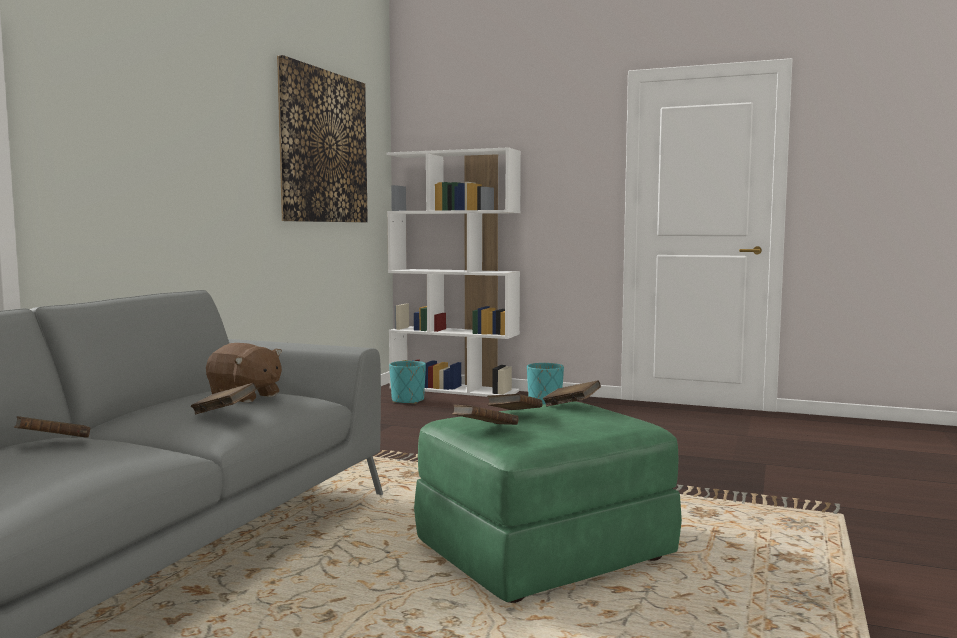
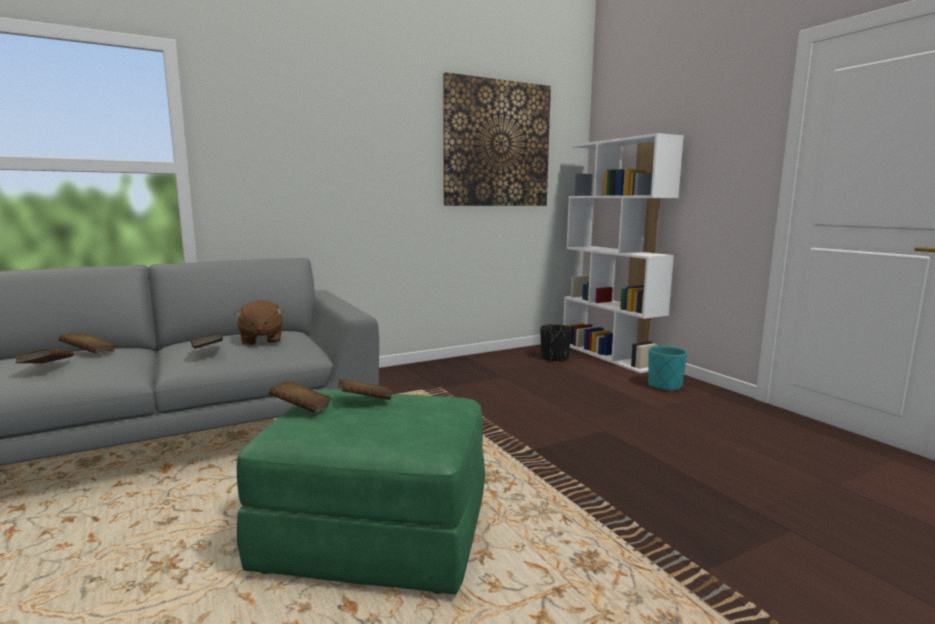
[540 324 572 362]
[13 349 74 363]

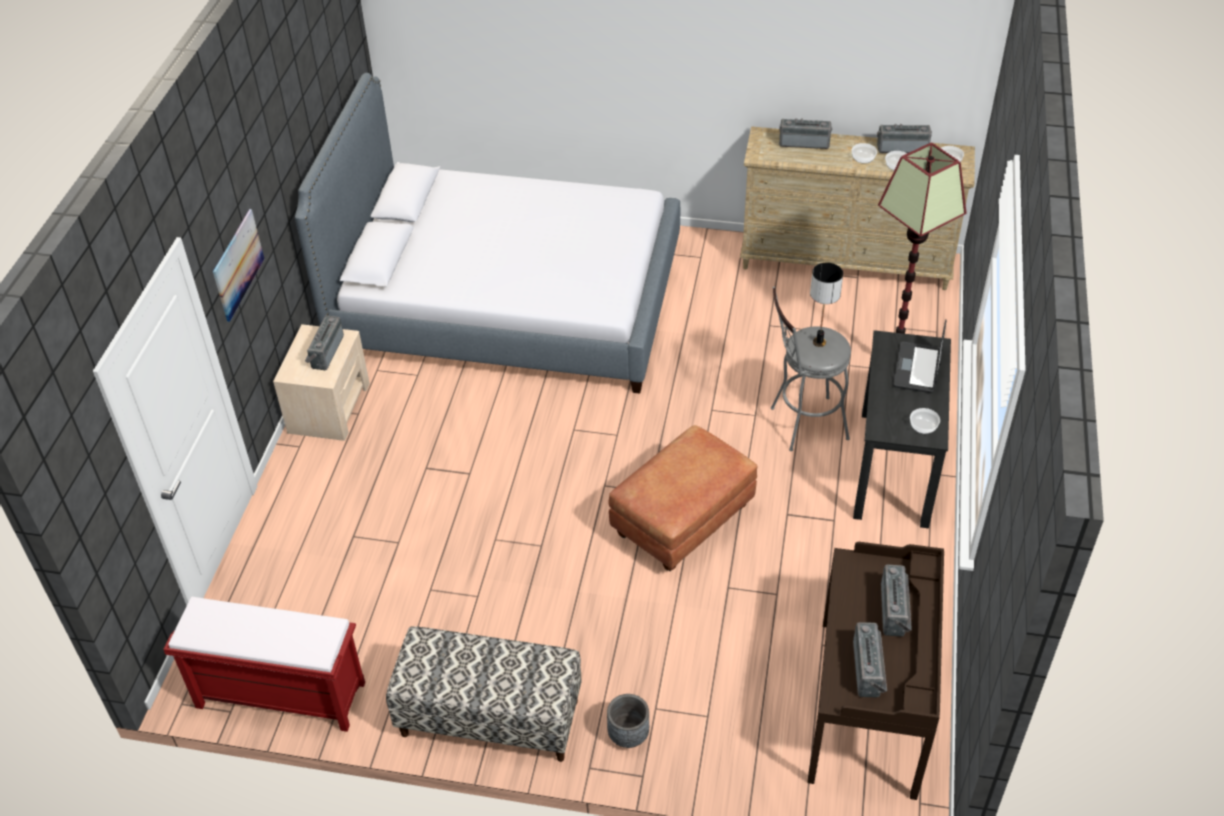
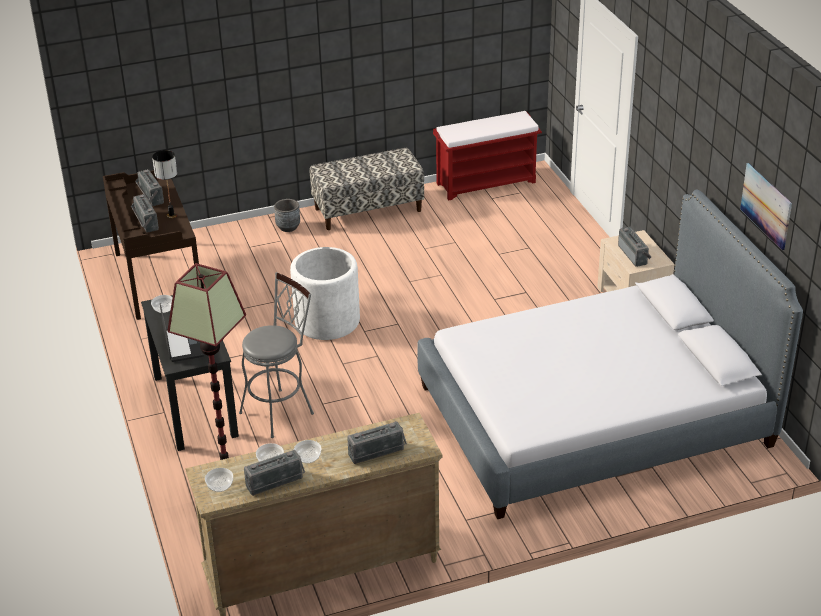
[740 163 792 251]
[152 150 177 218]
[290 247 360 340]

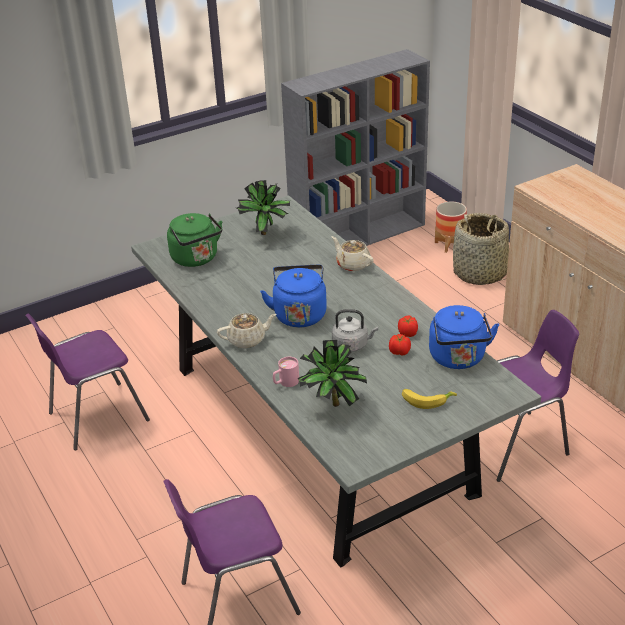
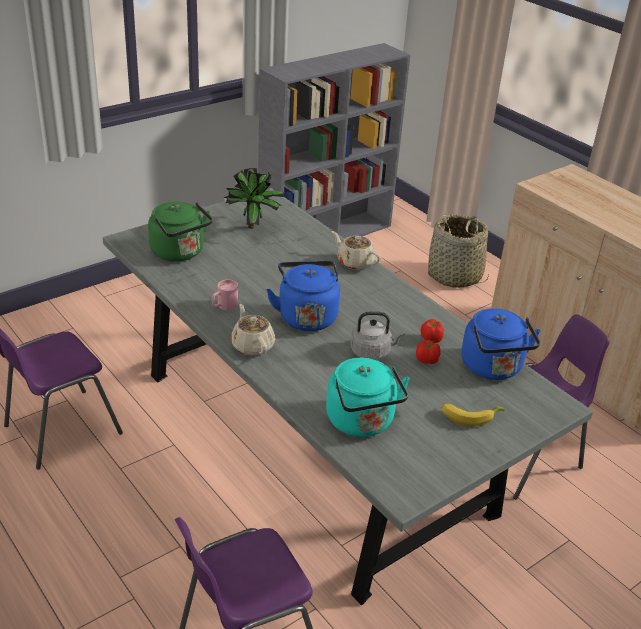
[435 202 467 253] (first image)
[231 304 275 356]
[326 358 410 437]
[212 279 238 310]

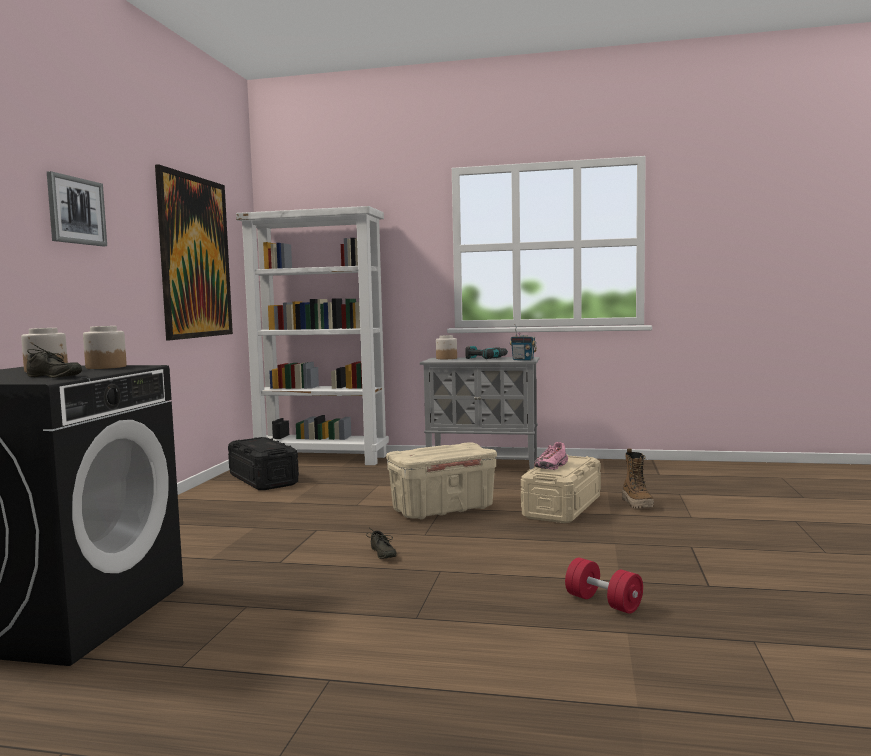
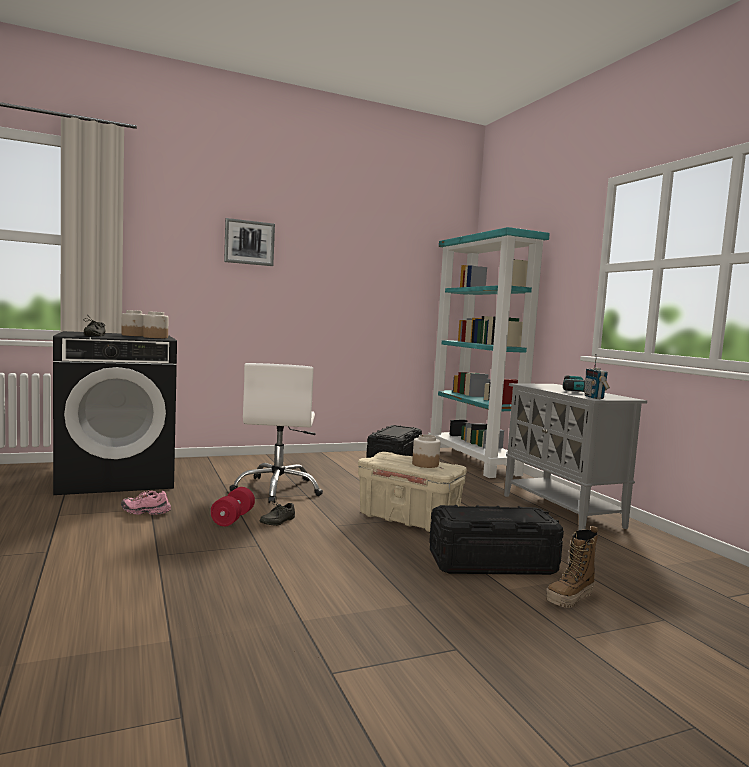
[155 164 233 340] (first image)
[428 227 550 478]
[412 434 440 468]
[121 490 171 515]
[429 505 564 575]
[210 487 255 527]
[229 363 323 503]

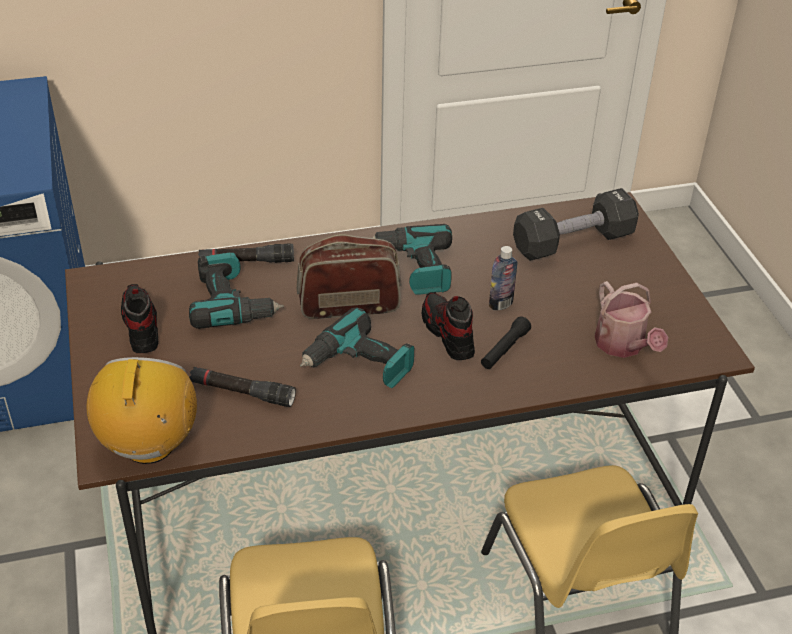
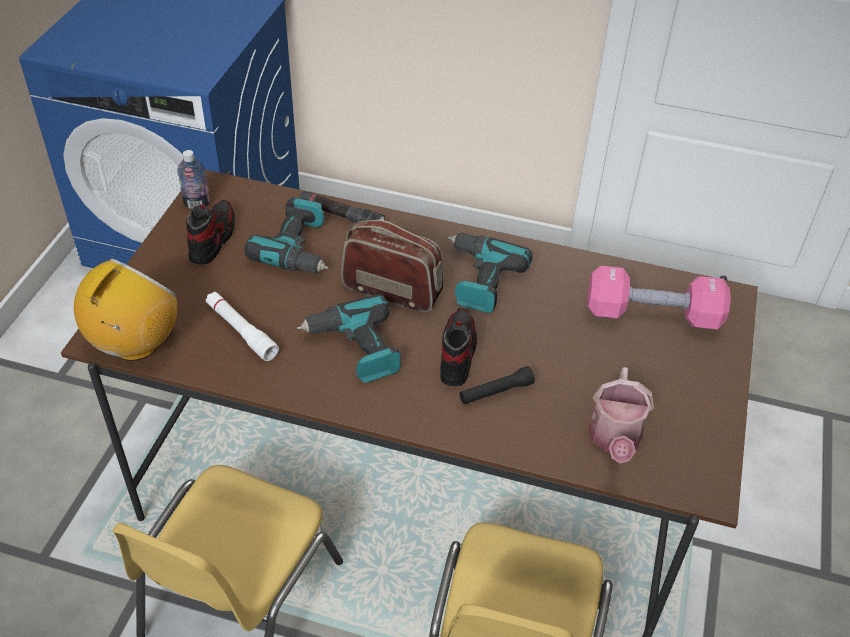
[587 266 731 329]
[177 150 210 209]
[205 292 279 361]

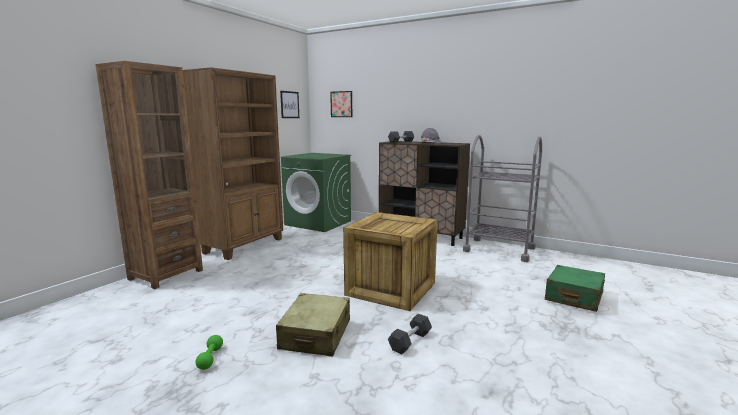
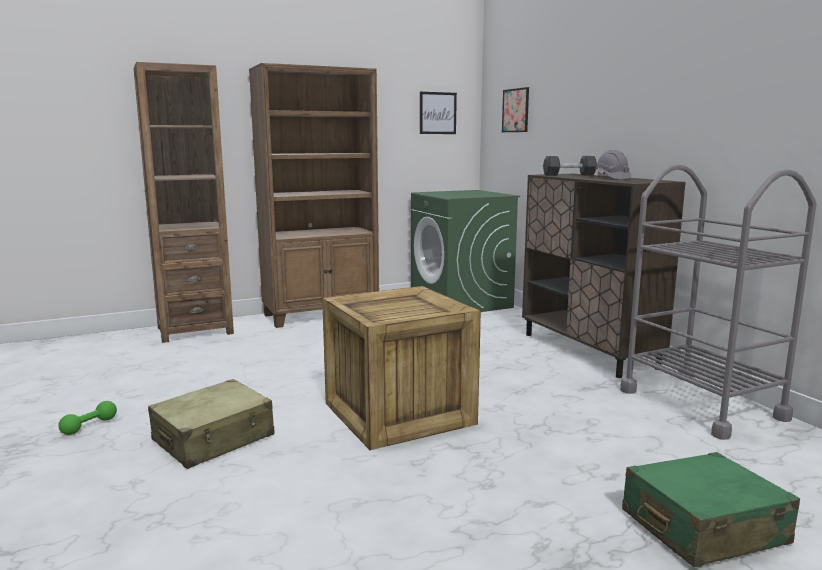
[388 314 432 354] (first image)

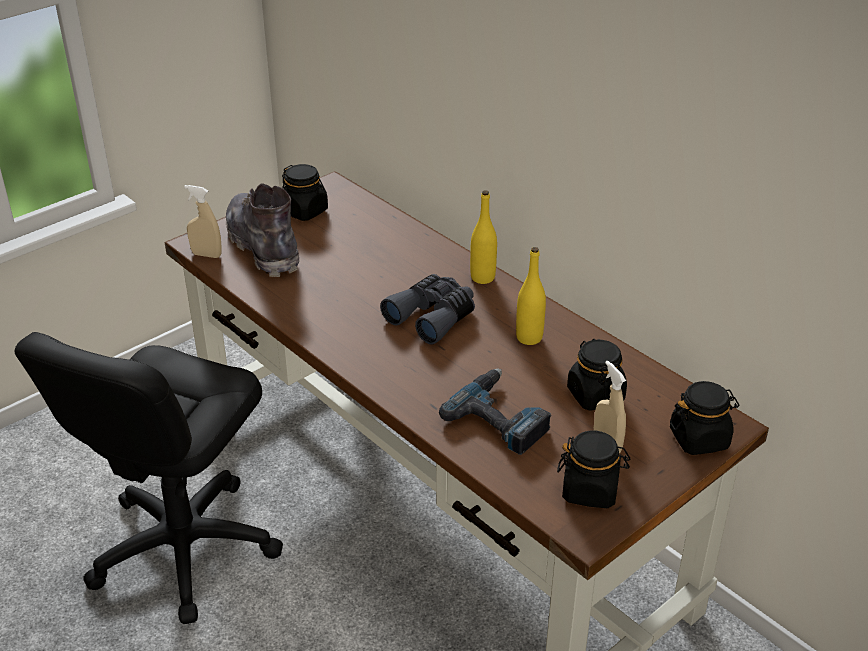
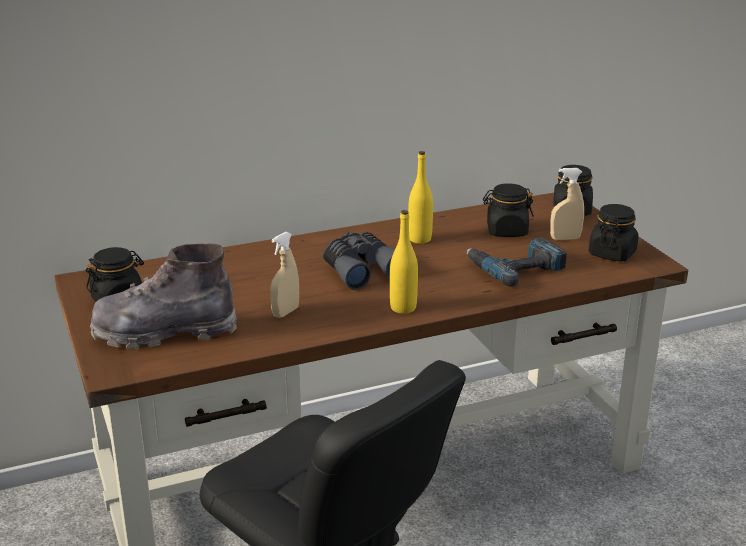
[270 232 299 318]
[390 210 418 314]

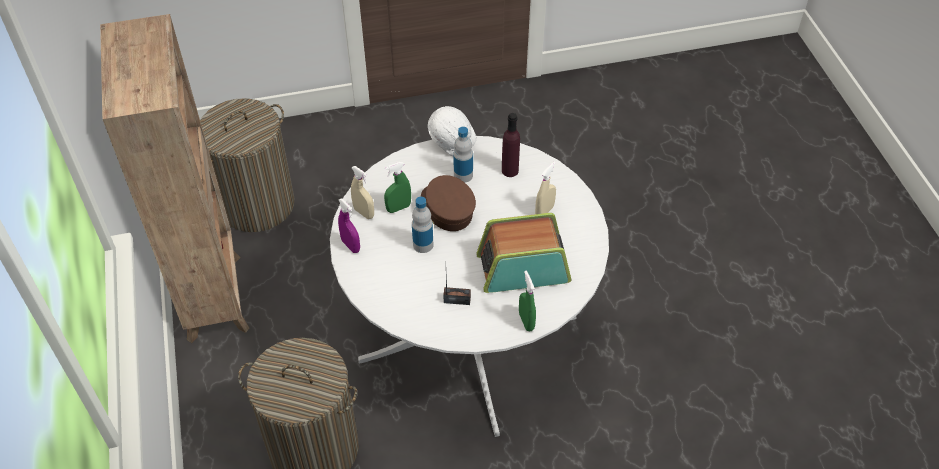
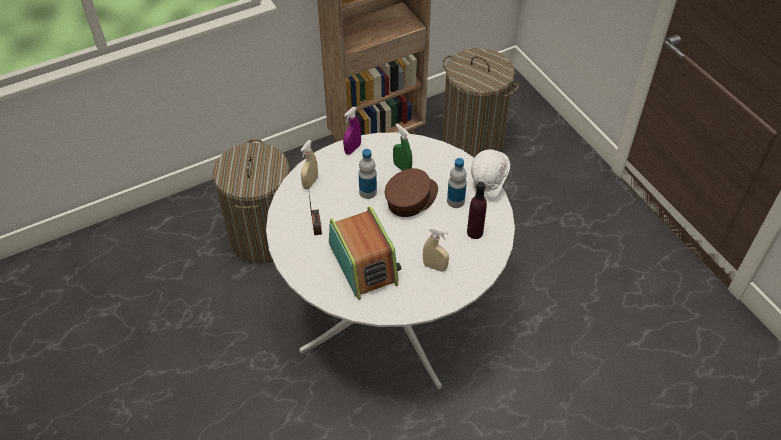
[300 140 318 190]
[519 271 536 331] (first image)

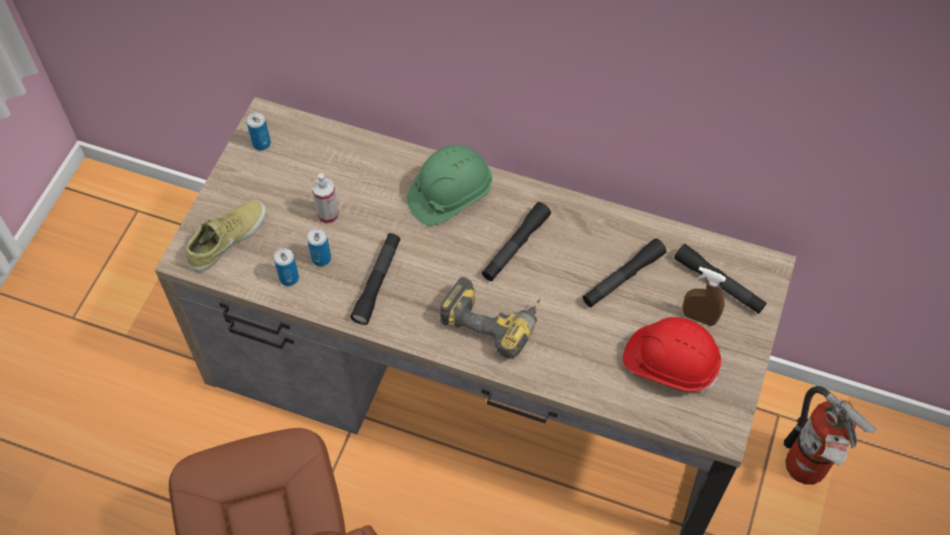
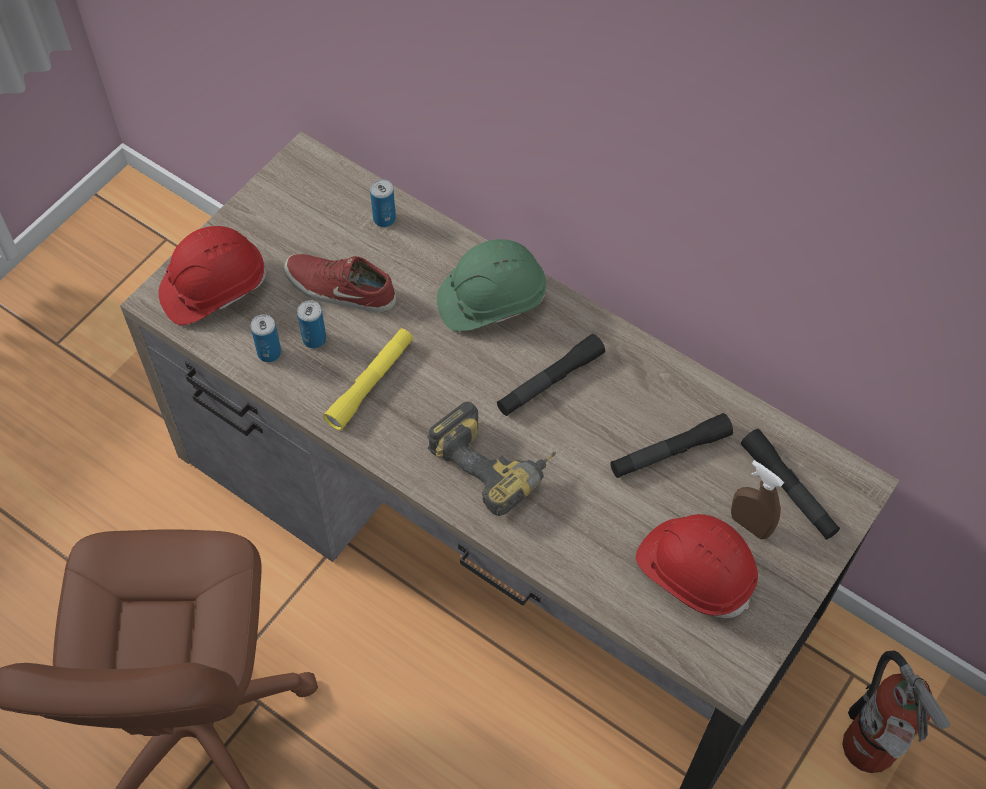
[370 179 396 227]
[284 254 396 312]
[159 226 266 325]
[323 328 413 430]

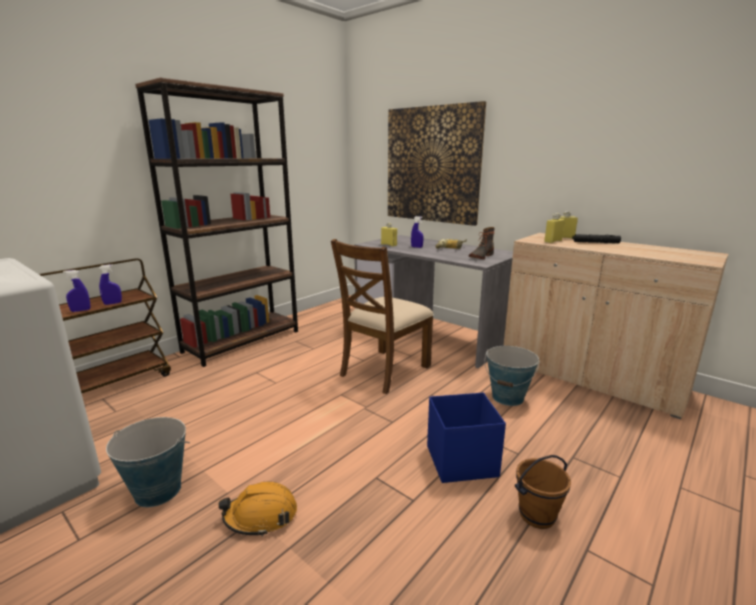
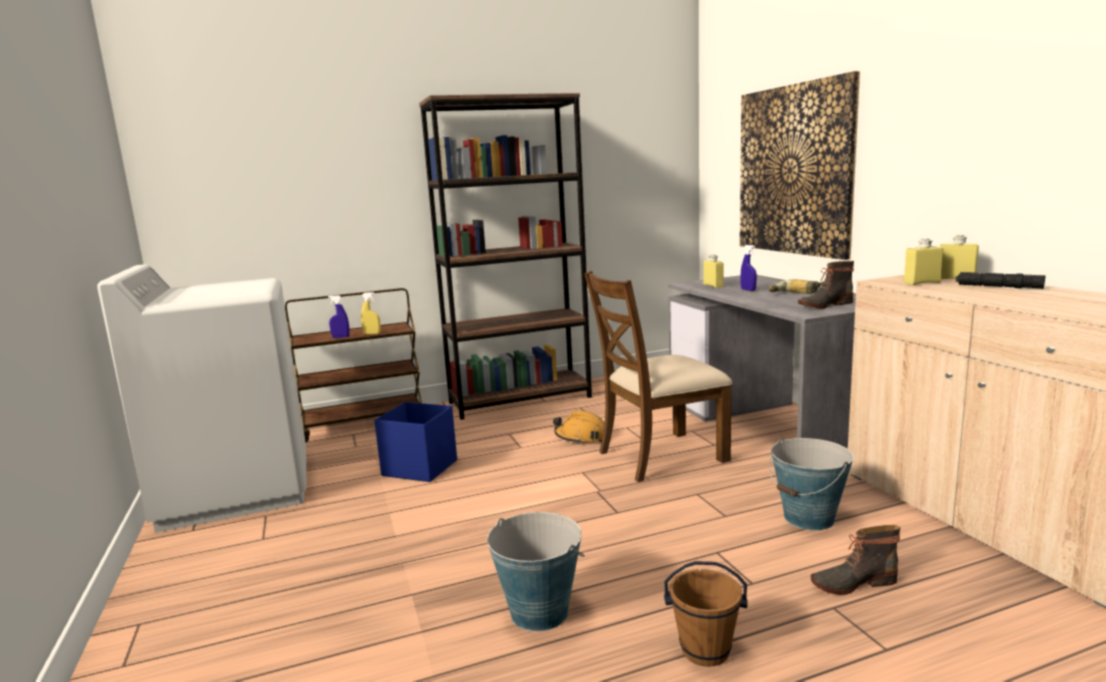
[361 292 381 335]
[374 402 457 482]
[487 512 585 632]
[553 411 604 444]
[811 525 901 595]

